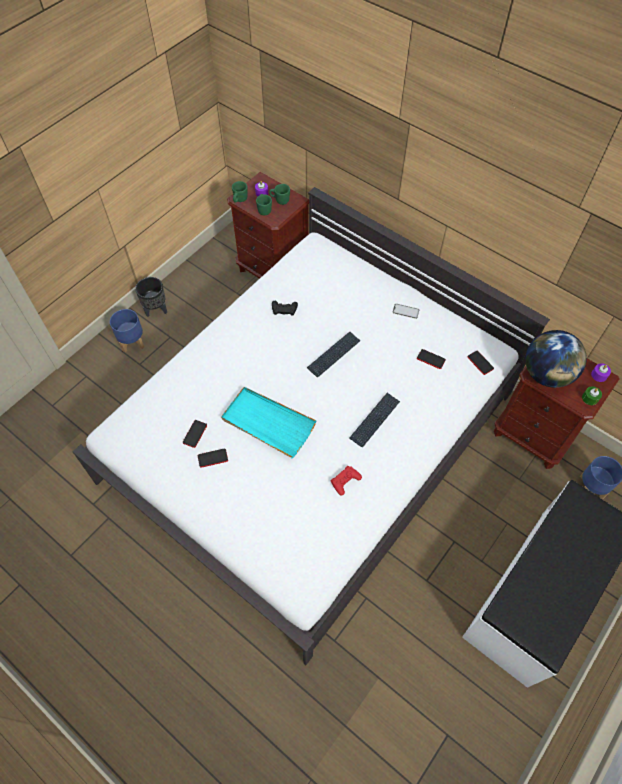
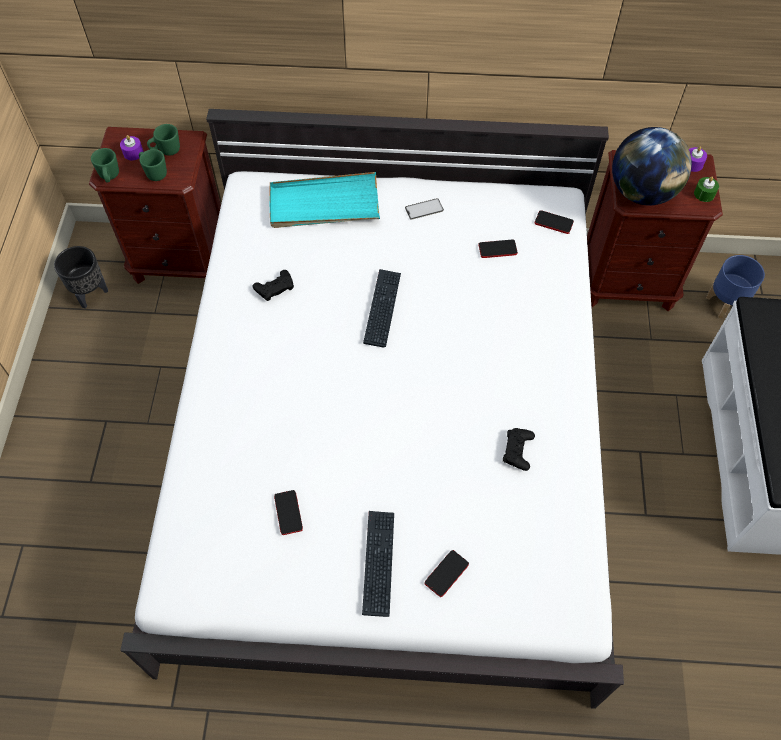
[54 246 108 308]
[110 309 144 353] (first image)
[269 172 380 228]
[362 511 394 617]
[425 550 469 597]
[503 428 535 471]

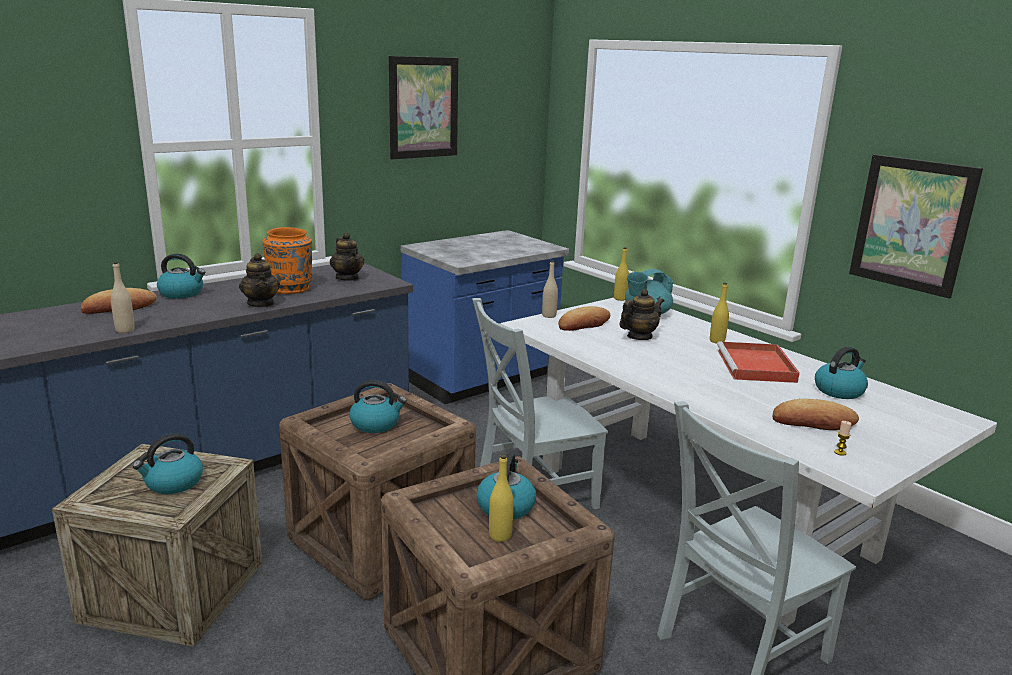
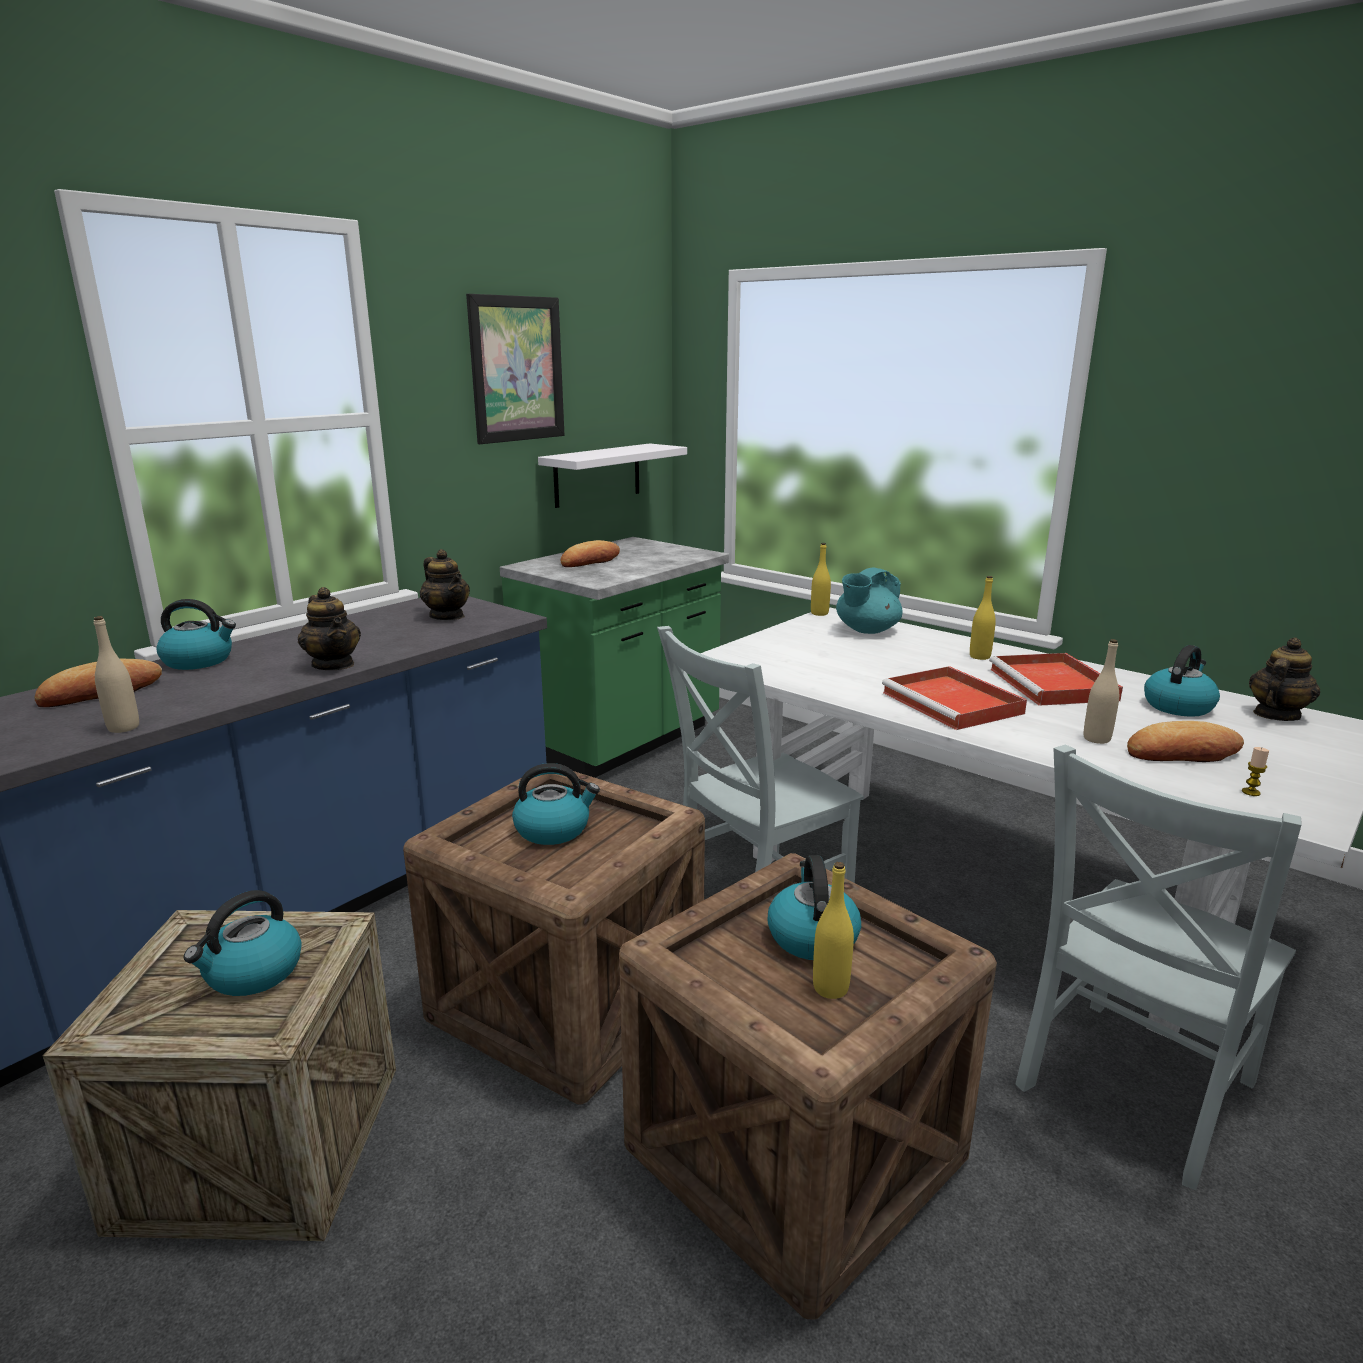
[849 154 983 299] (first image)
[262 227 312 294] (first image)
[500 537 729 778]
[1084 639 1119 744]
[1249 637 1320 721]
[561 540 620 567]
[538 443 687 508]
[882 666 1027 730]

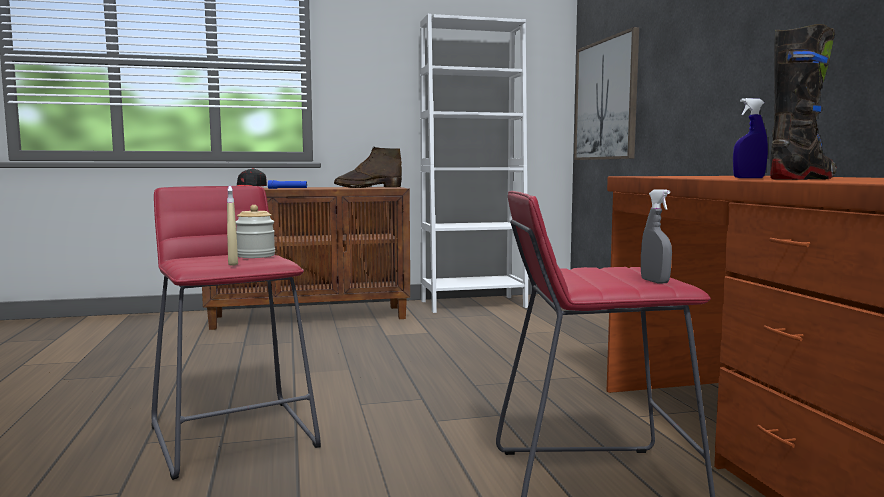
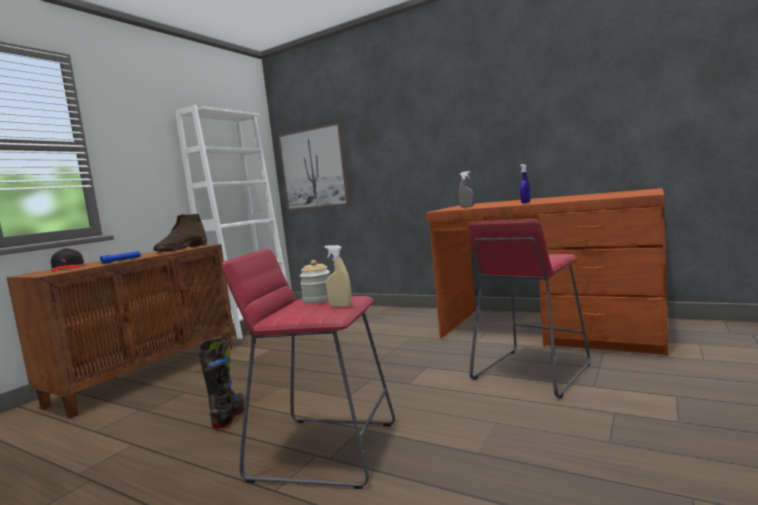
[198 337 246 428]
[459 171 474 208]

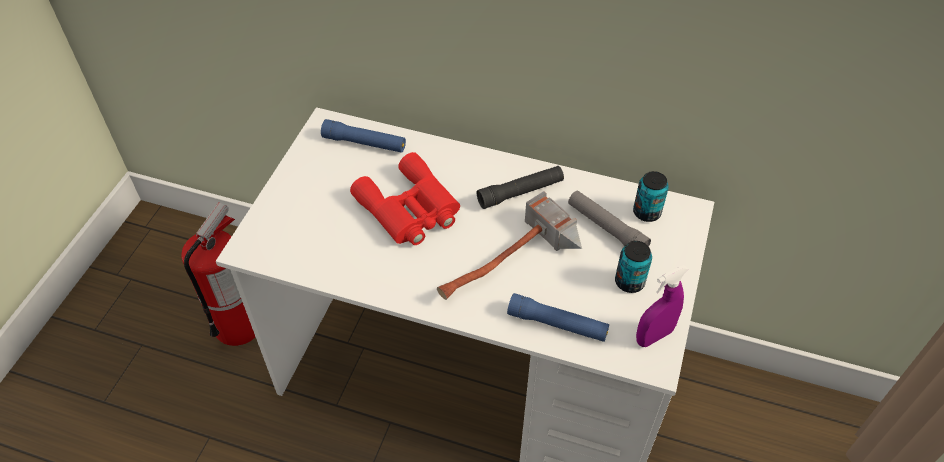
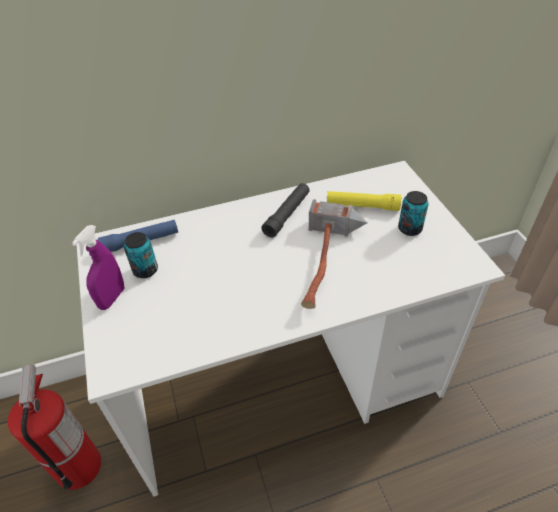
[350 152 460 245] (first image)
[124 232 158 278]
[327 191 401 211]
[72 225 125 310]
[507 293 609 342] (first image)

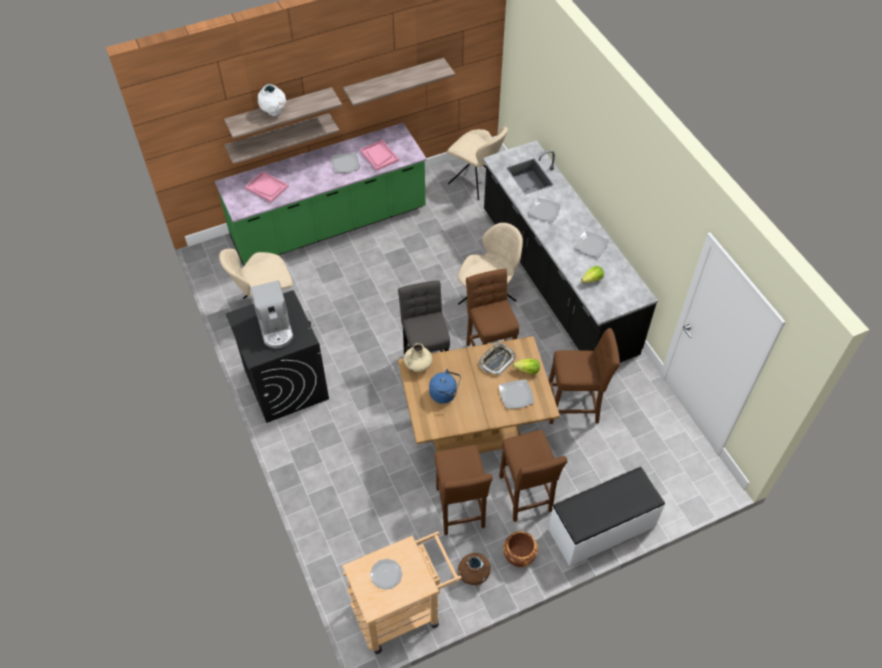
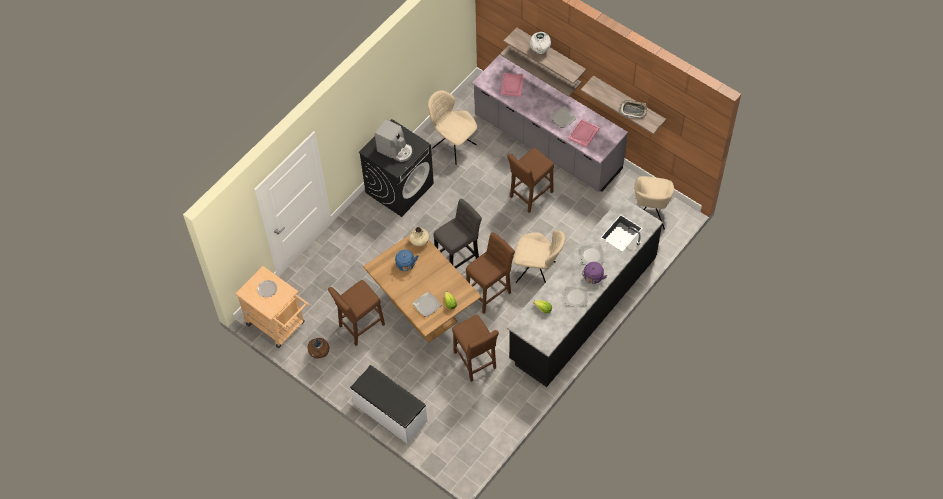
[472 55 628 192]
[375 119 412 162]
[620 100 647 119]
[507 147 554 213]
[503 531 538 567] (first image)
[582 262 607 284]

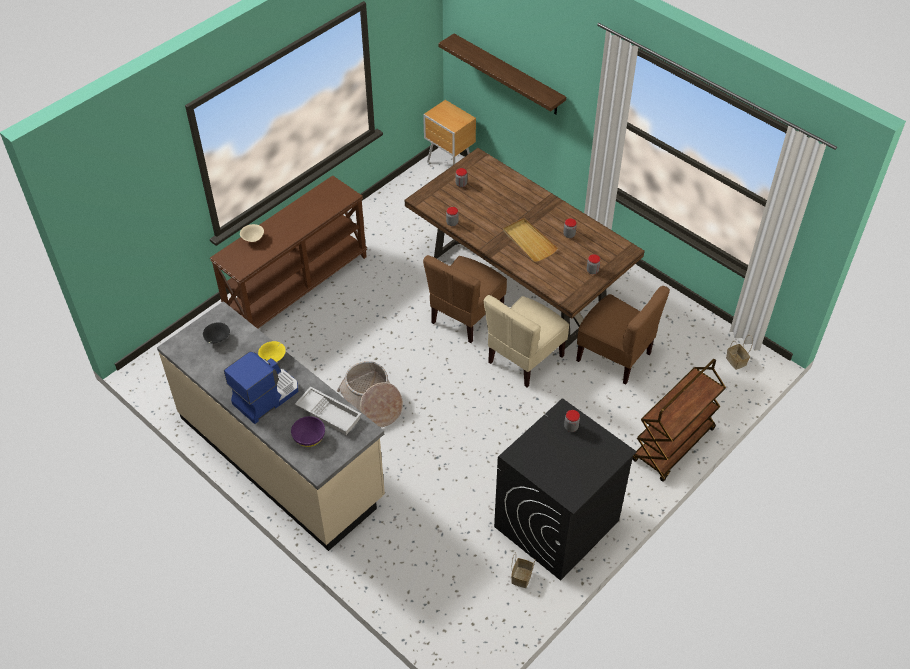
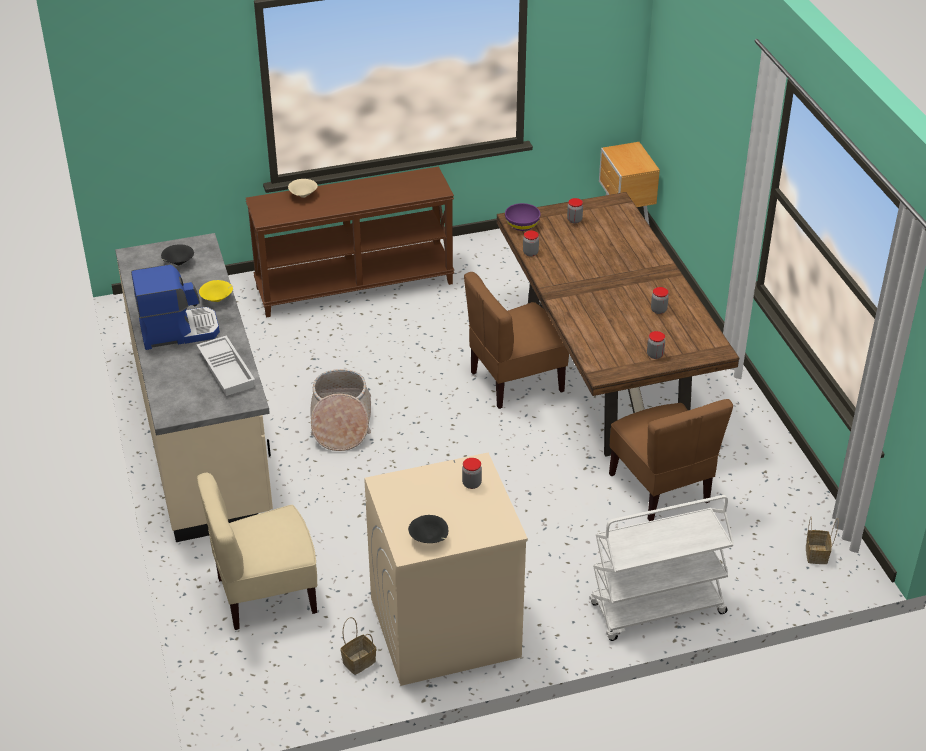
[438 34 566 114] (first image)
[503 218 558 262] (first image)
[197 473 317 630]
[589 495 734 641]
[364 453 528 686]
[505 203 541 231]
[408 515 448 543]

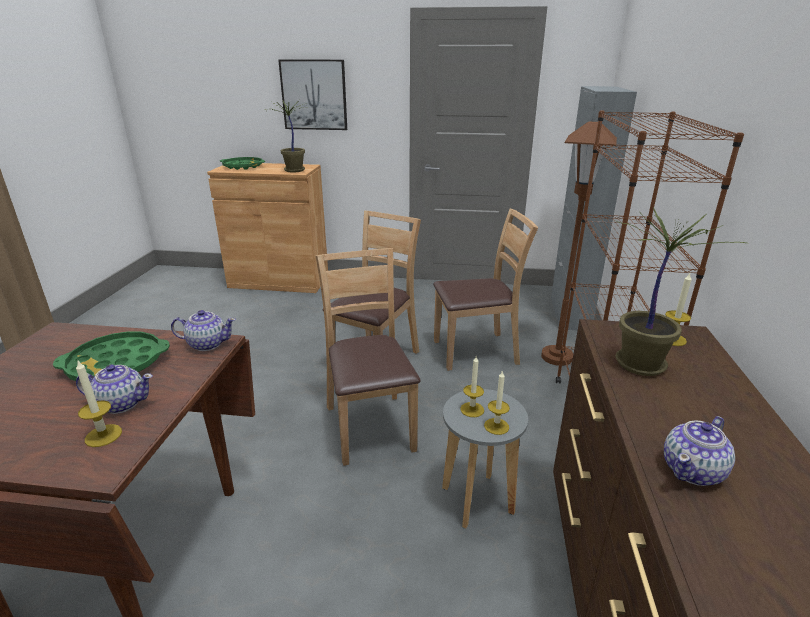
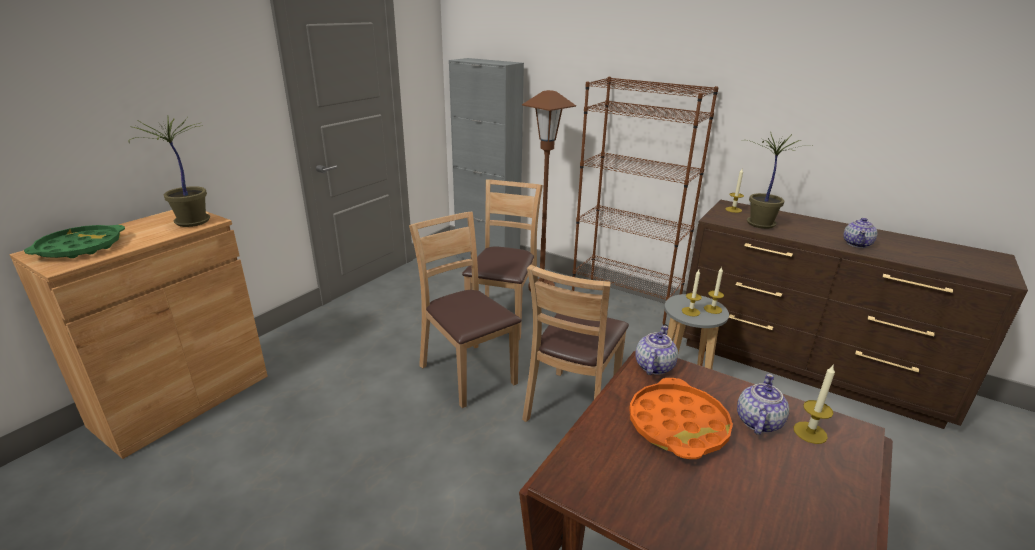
[278 60 347 130] (first image)
[522 265 629 422]
[629 378 733 459]
[843 218 877 248]

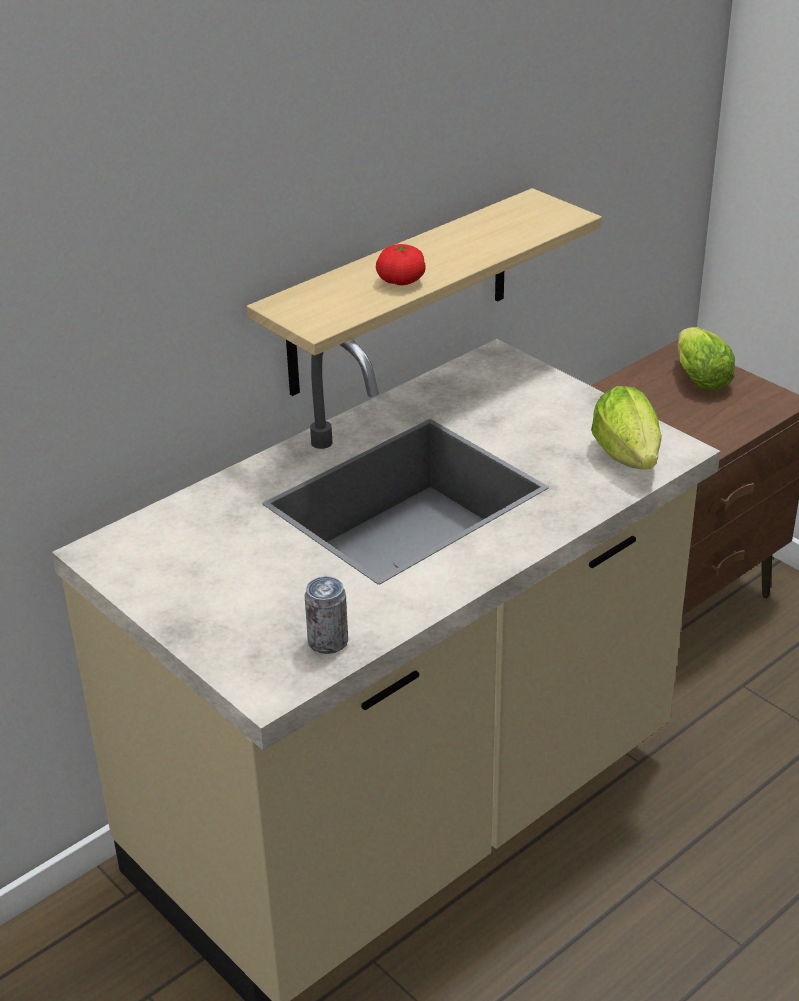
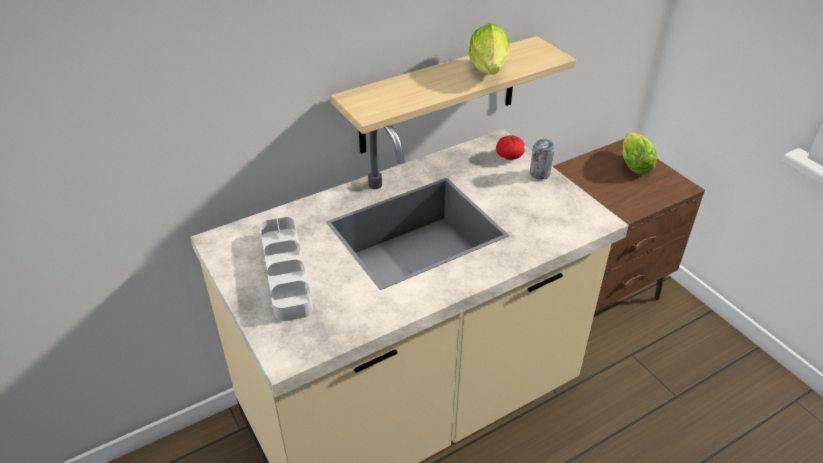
[496 135 525 160]
[469 23 510 75]
[530 139 555 180]
[260 217 313 321]

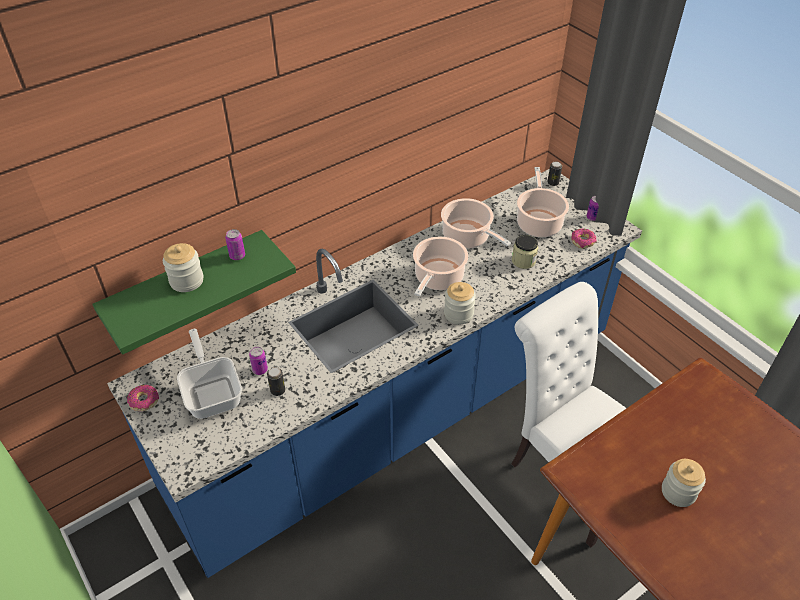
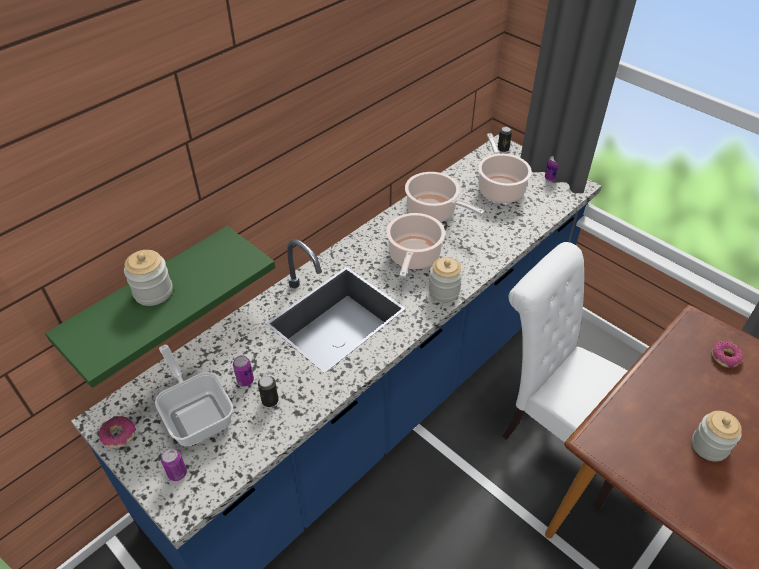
[711 341 744 368]
[161 448 187 481]
[512 235 538 269] (first image)

